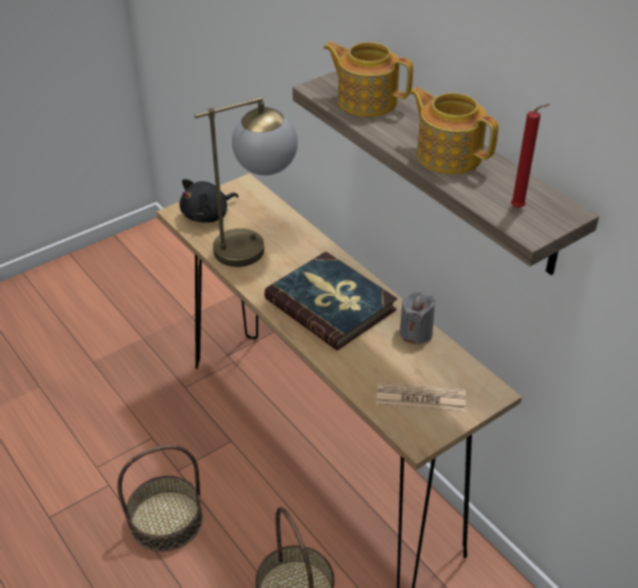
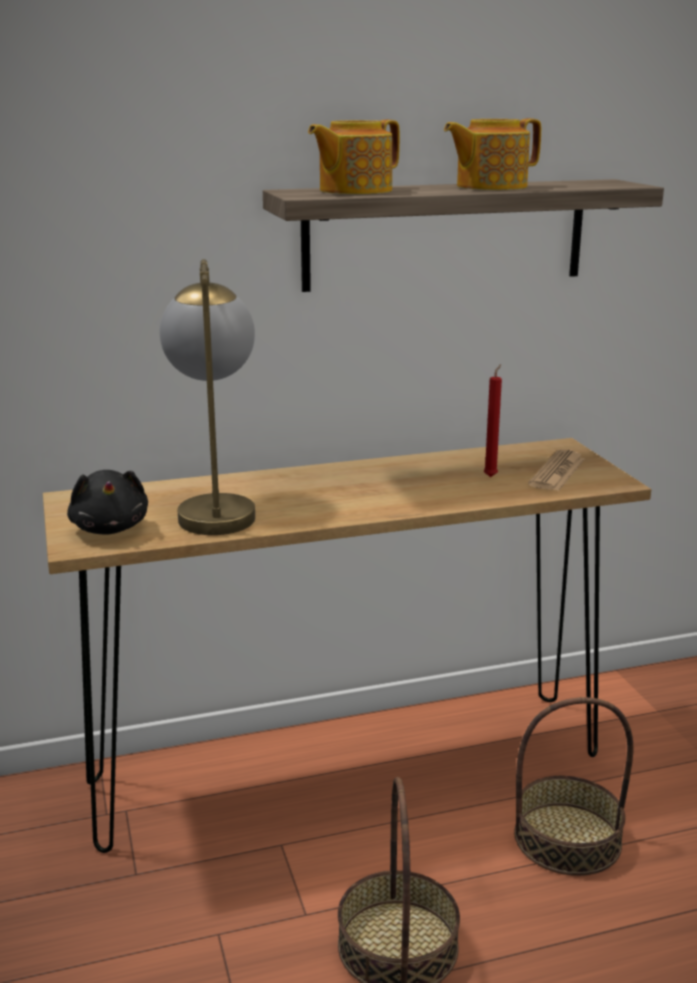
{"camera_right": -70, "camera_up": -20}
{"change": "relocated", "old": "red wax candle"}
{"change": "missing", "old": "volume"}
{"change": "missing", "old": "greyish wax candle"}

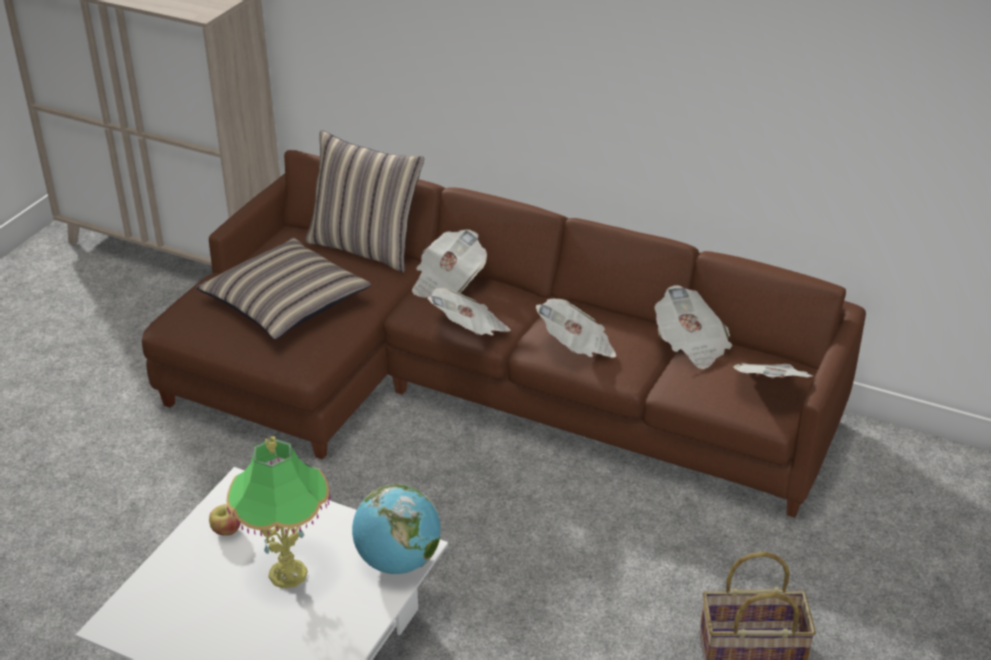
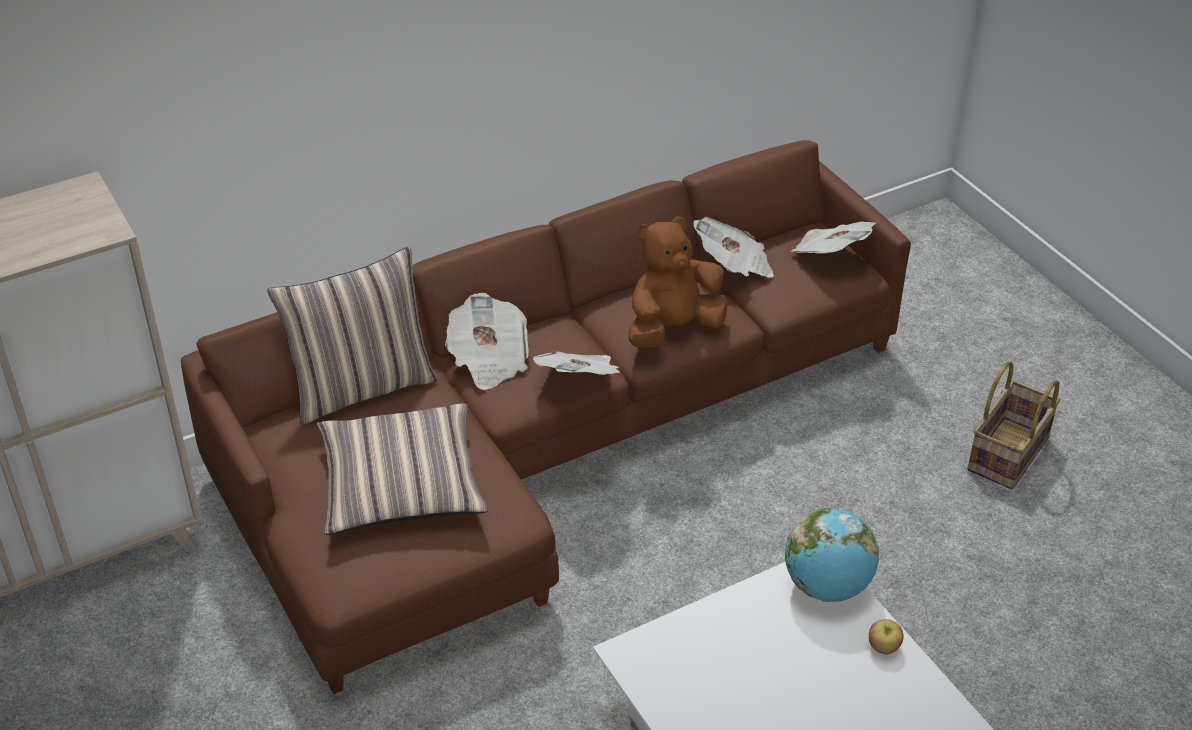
{"camera_right": -55, "camera_up": 5}
{"change": "exchanged", "old": "newspaper (no. 3 from left)", "new": "brown-coloured cuddly toy"}
{"change": "missing", "old": "tabletop lamp"}
{"change": "relocated", "old": "apple fruit"}

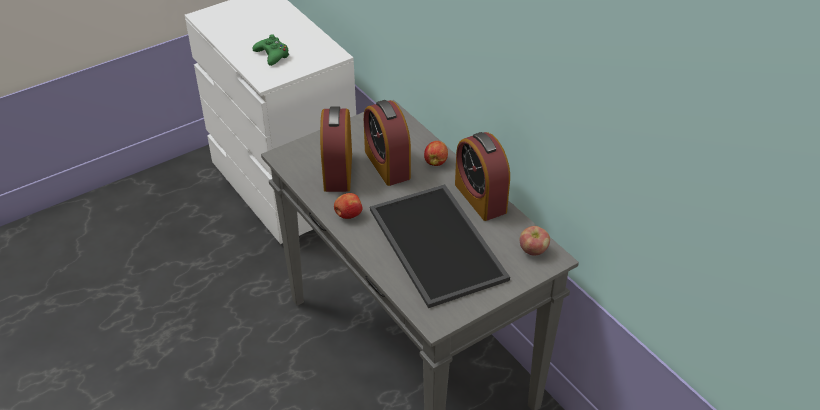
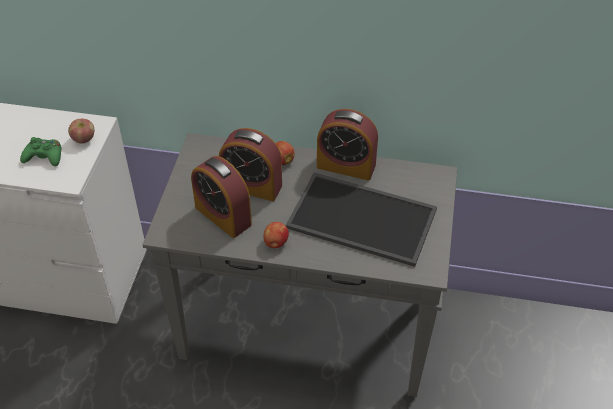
{"camera_right": -45, "camera_up": 5}
{"change": "relocated", "old": "apple fruit (no. 3 from left in the first image)", "new": "apple fruit (no. 1 from left)"}

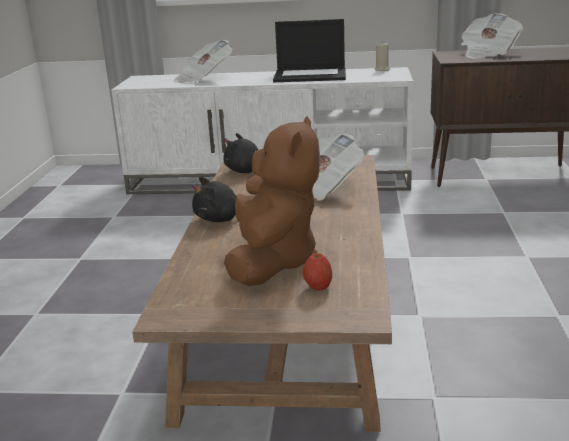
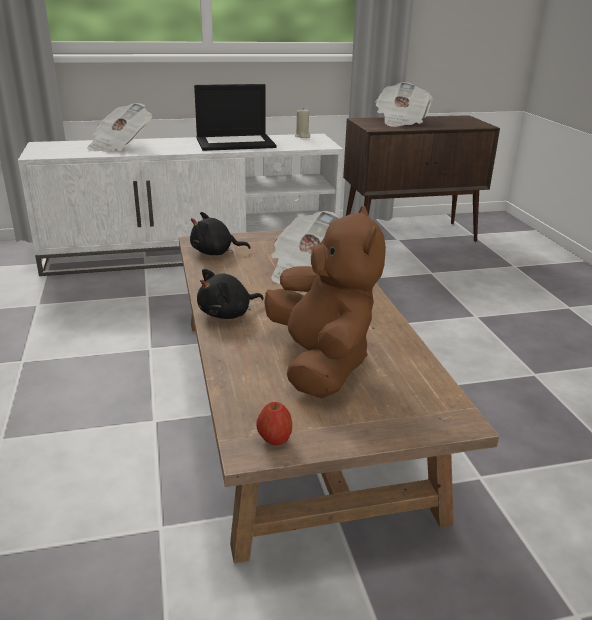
{"camera_right": -20, "camera_up": 5}
{"change": "relocated", "old": "apple fruit"}

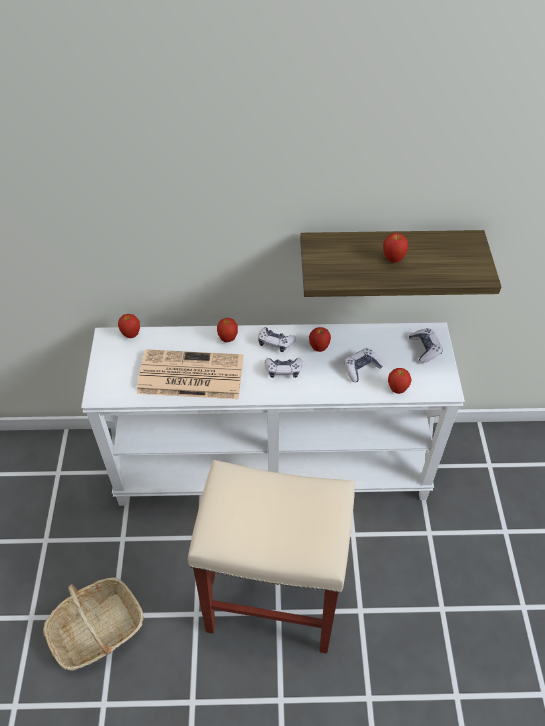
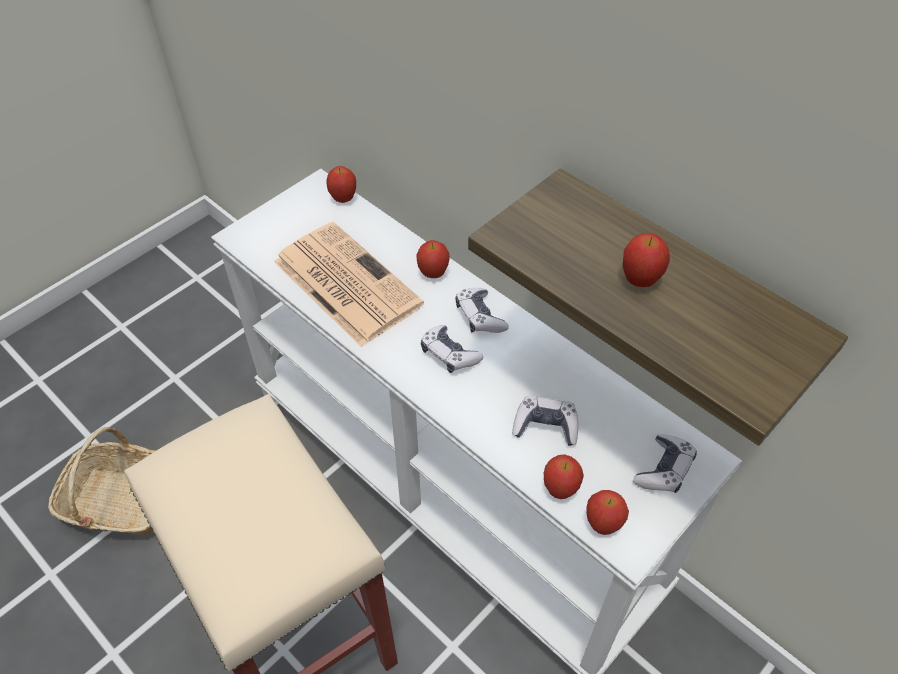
{"camera_right": 45, "camera_up": 0}
{"change": "relocated", "old": "apple fruit (no. 3 from left in the first image)", "new": "apple fruit (no. 4 from left)"}

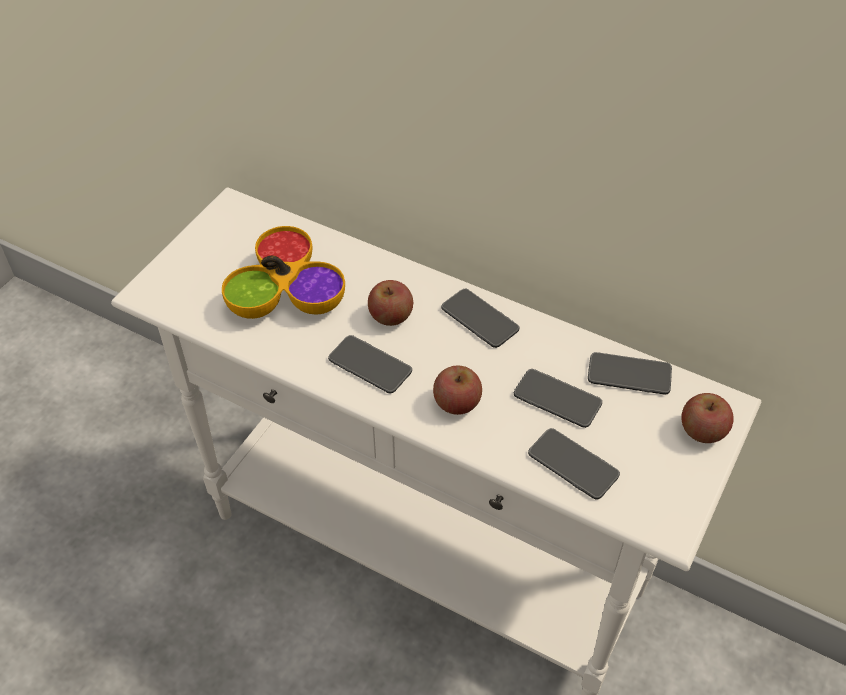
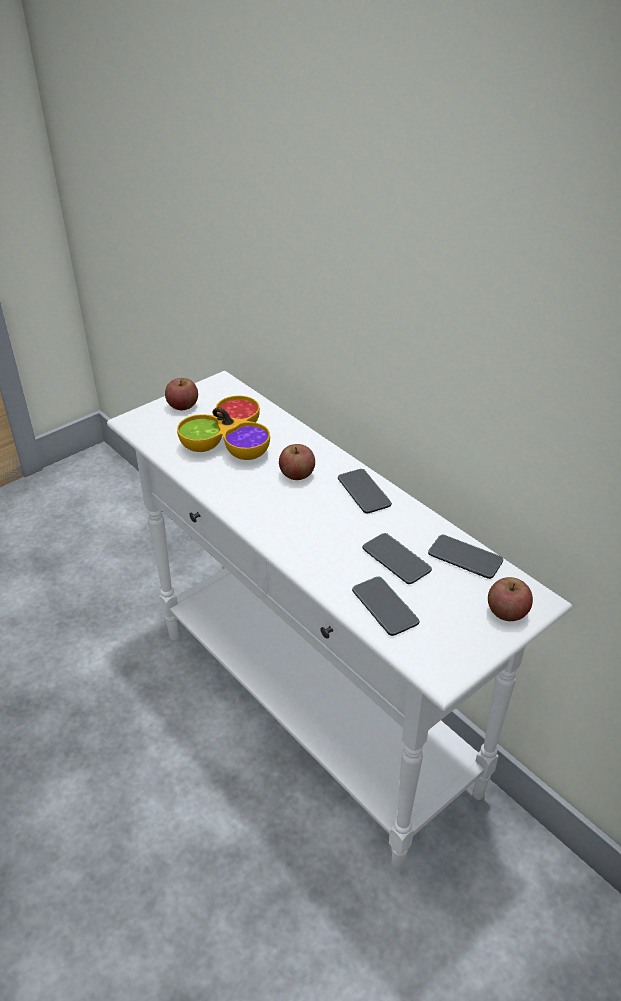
{"camera_right": 20, "camera_up": -10}
{"change": "missing", "old": "phone (no. 1 from left)"}
{"change": "relocated", "old": "apple fruit (no. 2 from left in the first image)", "new": "apple fruit (no. 1 from left)"}

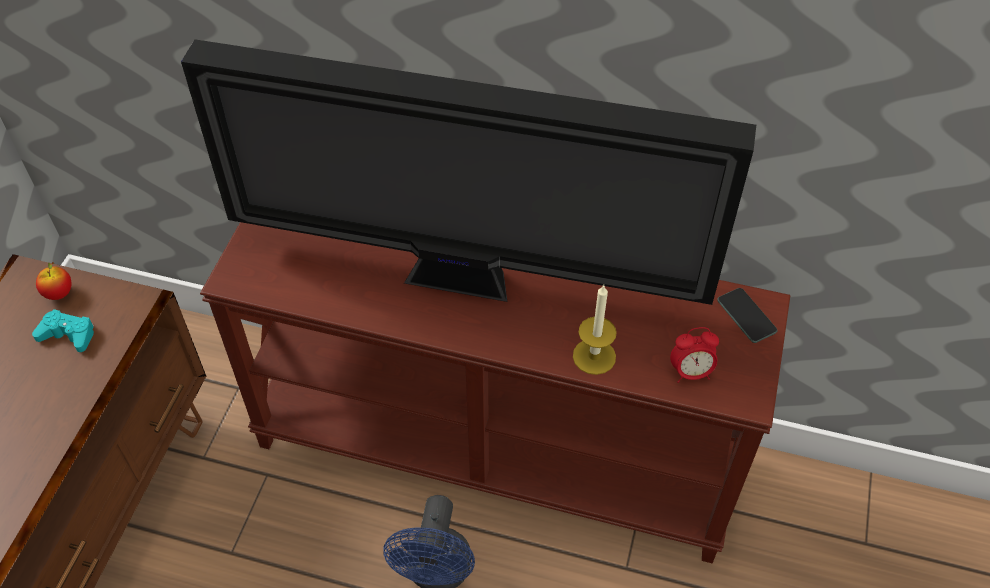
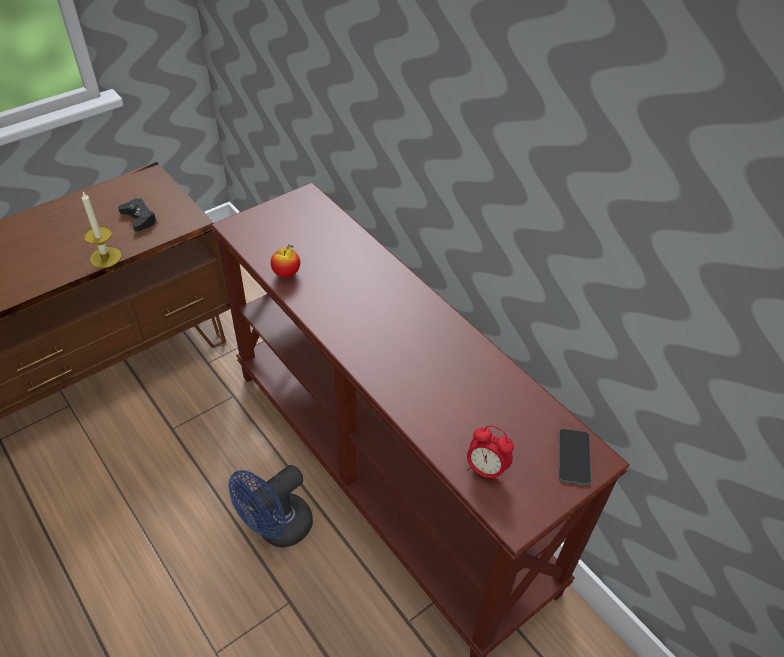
{"camera_right": 35, "camera_up": -5}
{"change": "missing", "old": "television"}
{"change": "relocated", "old": "apple fruit"}
{"change": "relocated", "old": "wax candle"}
{"change": "colour", "old": "blue-green joypad", "new": "black-coloured joypad"}

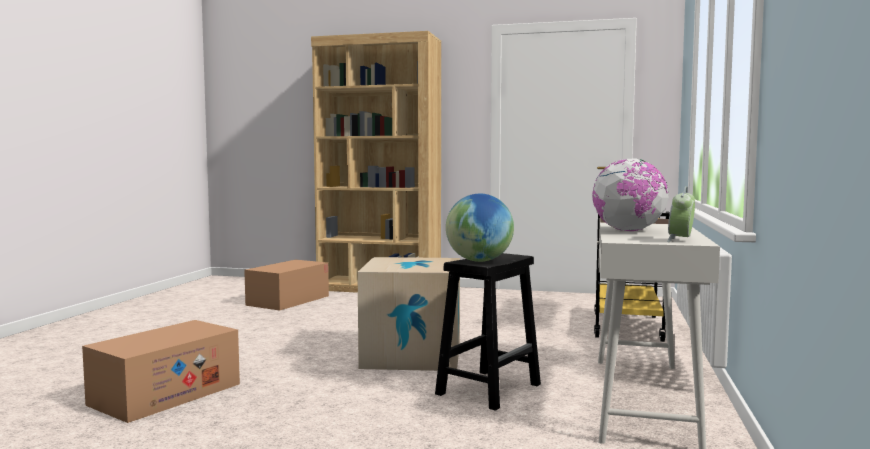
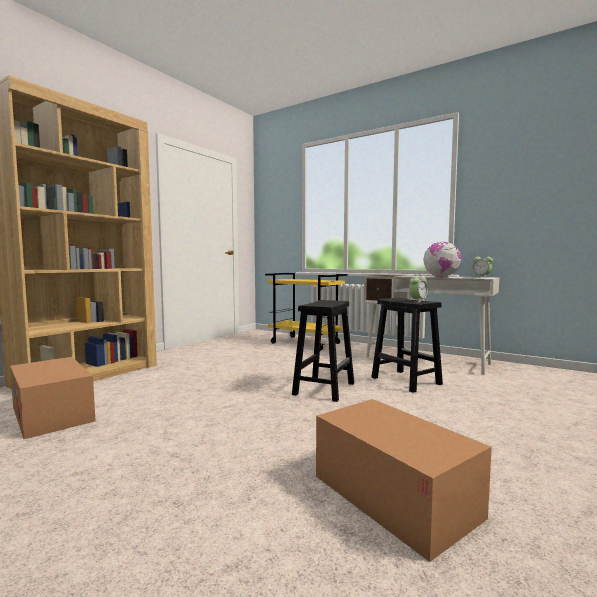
{"camera_right": -70, "camera_up": 0}
{"change": "exchanged", "old": "globe (no. 1 from left)", "new": "alarm clock (no. 1 from left)"}
{"change": "exchanged", "old": "carton (no. 3 from left)", "new": "black-coloured sitting stool (no. 1 from left)"}

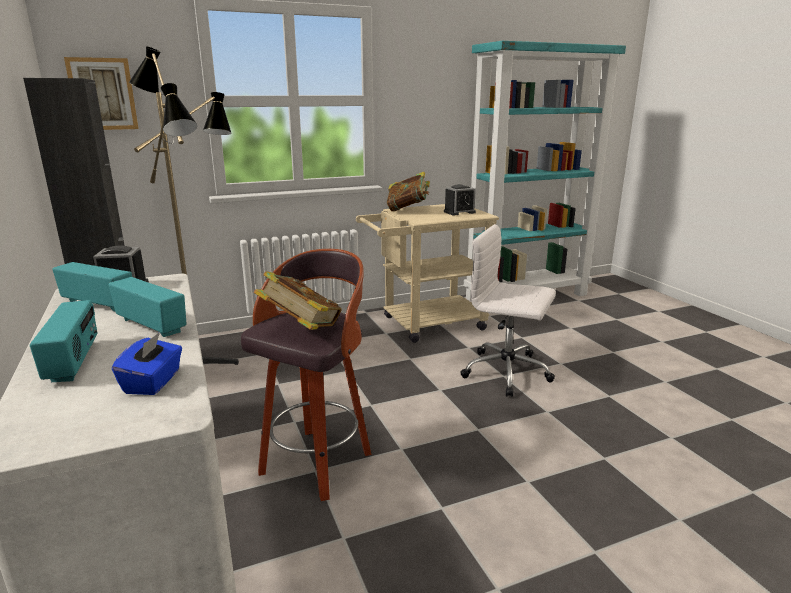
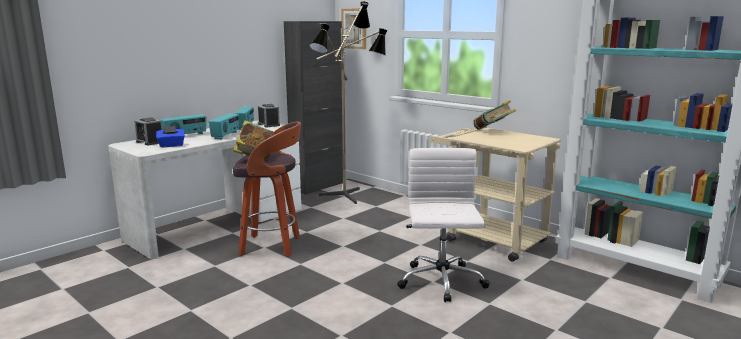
{"camera_right": 65, "camera_up": -5}
{"change": "relocated", "old": "alarm clock (no. 2 from left in the first image)", "new": "alarm clock (no. 1 from left)"}

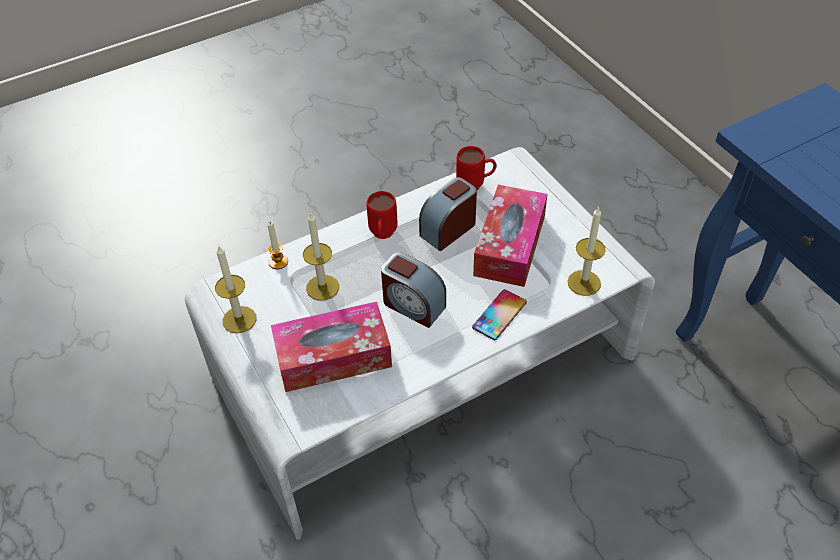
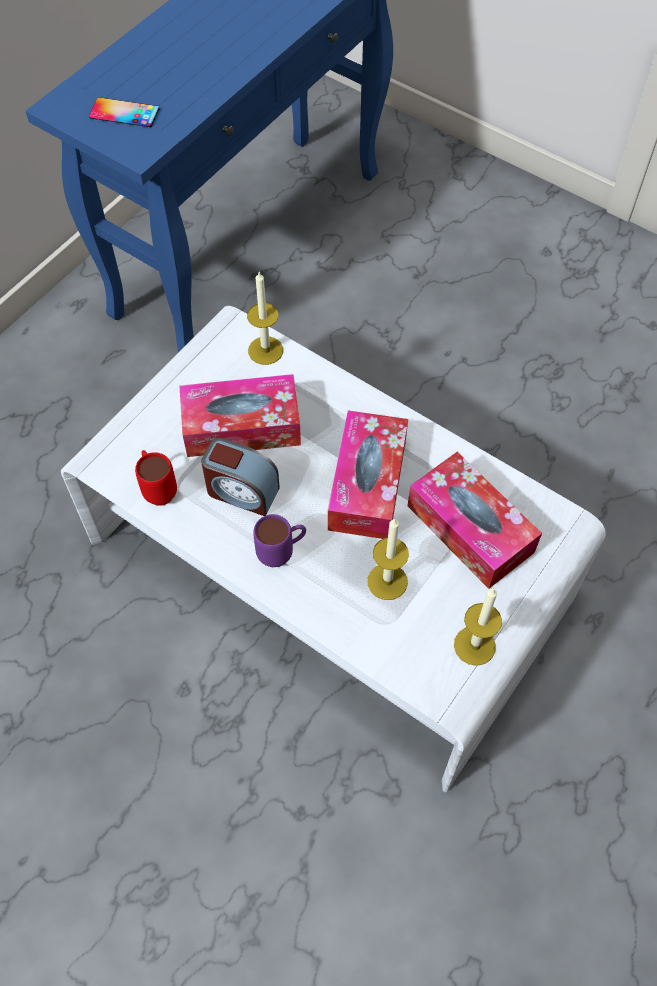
{"camera_right": -115, "camera_up": 10}
{"change": "colour", "old": "red mug (no. 1 from left)", "new": "purple-coloured mug"}
{"change": "missing", "old": "wax candle (no. 2 from left)"}
{"change": "exchanged", "old": "alarm clock (no. 1 from left)", "new": "box of tissues (no. 2 from left)"}
{"change": "relocated", "old": "phone"}

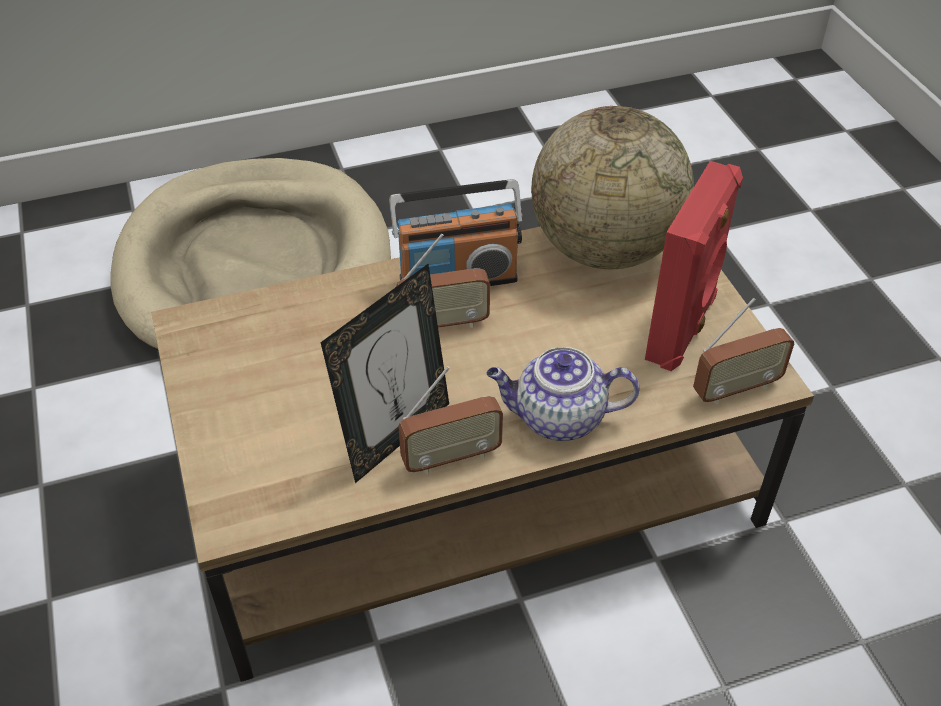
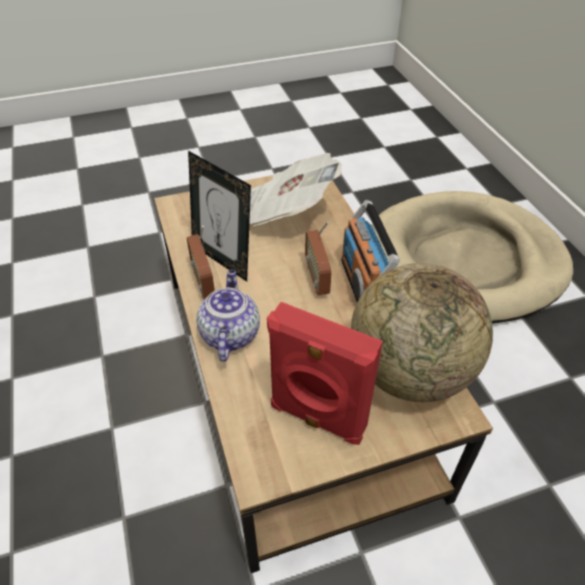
{"camera_right": 90, "camera_up": 0}
{"change": "missing", "old": "radio set (no. 4 from left)"}
{"change": "appeared", "new": "newspaper"}

